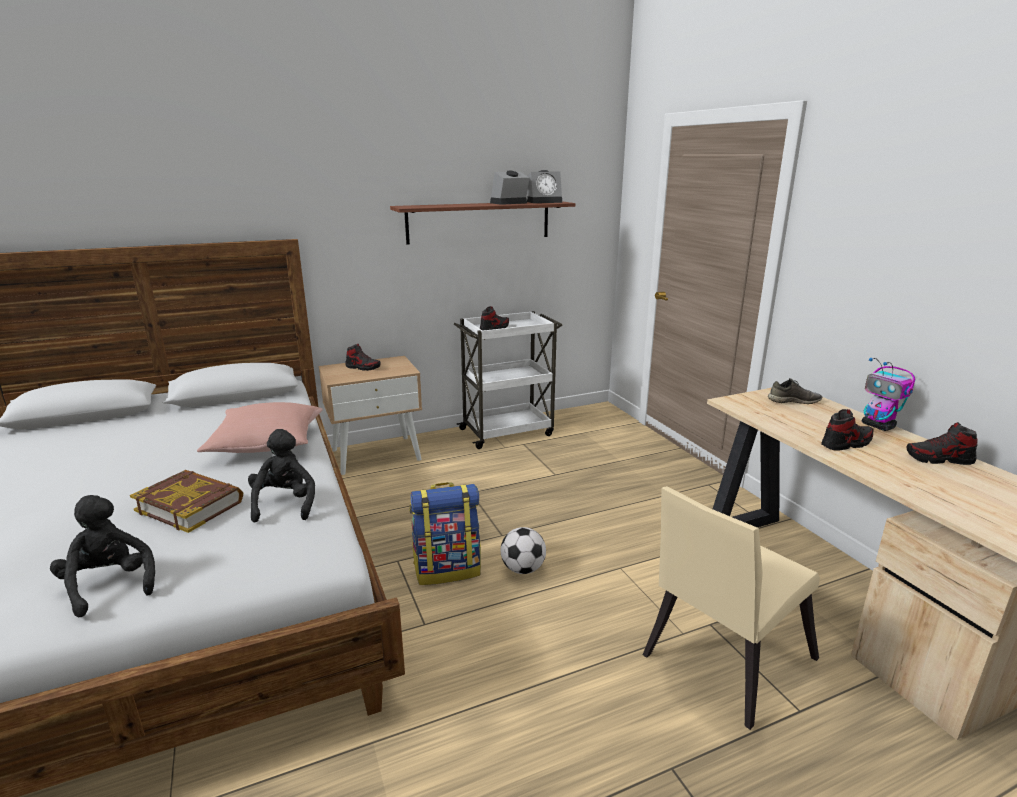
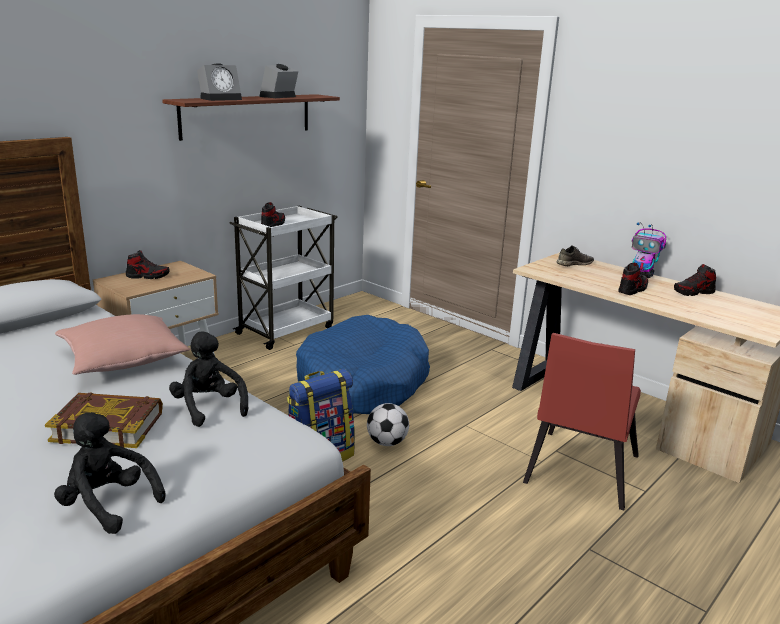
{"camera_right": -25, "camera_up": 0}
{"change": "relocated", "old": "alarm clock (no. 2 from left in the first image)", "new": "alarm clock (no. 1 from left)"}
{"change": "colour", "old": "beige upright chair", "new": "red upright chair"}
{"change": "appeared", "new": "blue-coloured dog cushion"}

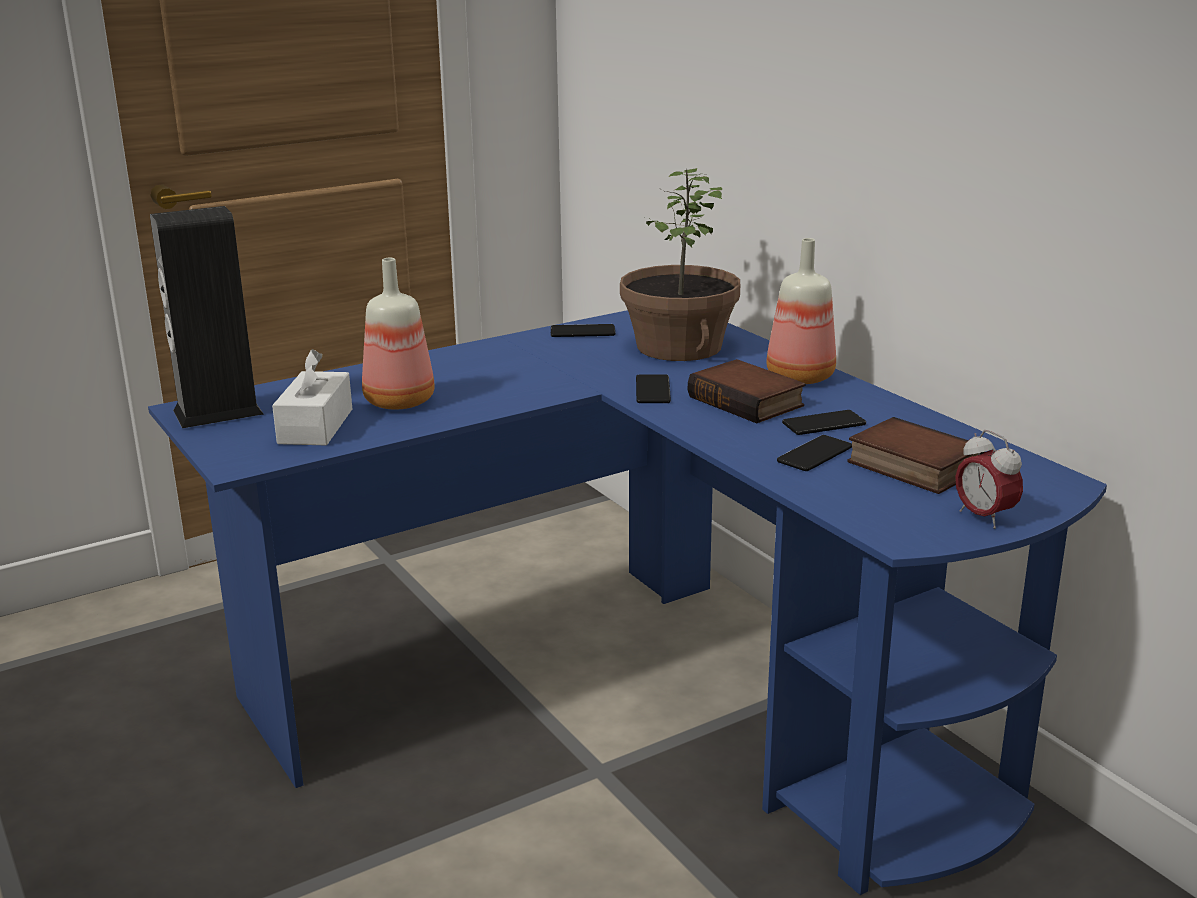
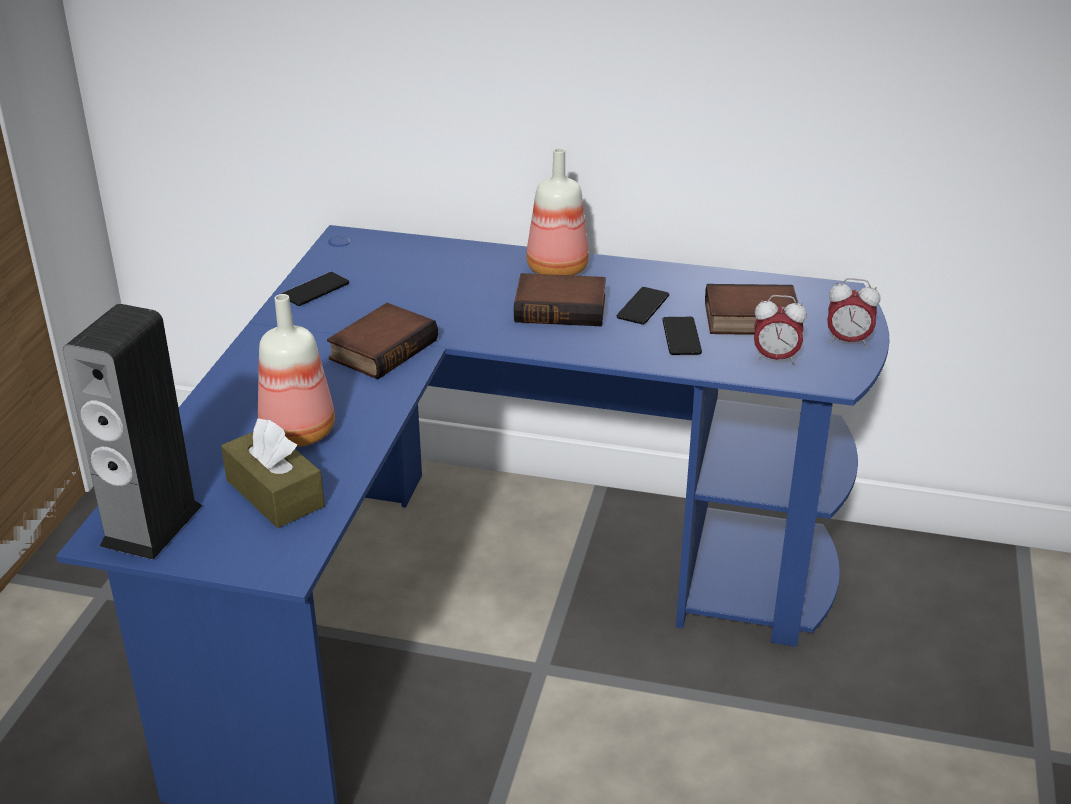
{"camera_right": -45, "camera_up": 10}
{"change": "missing", "old": "potted plant"}
{"change": "colour", "old": "whitish box of tissues", "new": "brown-coloured box of tissues"}
{"change": "missing", "old": "phone (no. 2 from left)"}
{"change": "appeared", "new": "alarm clock (no. 1 from left)"}
{"change": "appeared", "new": "volume (no. 1 from left)"}

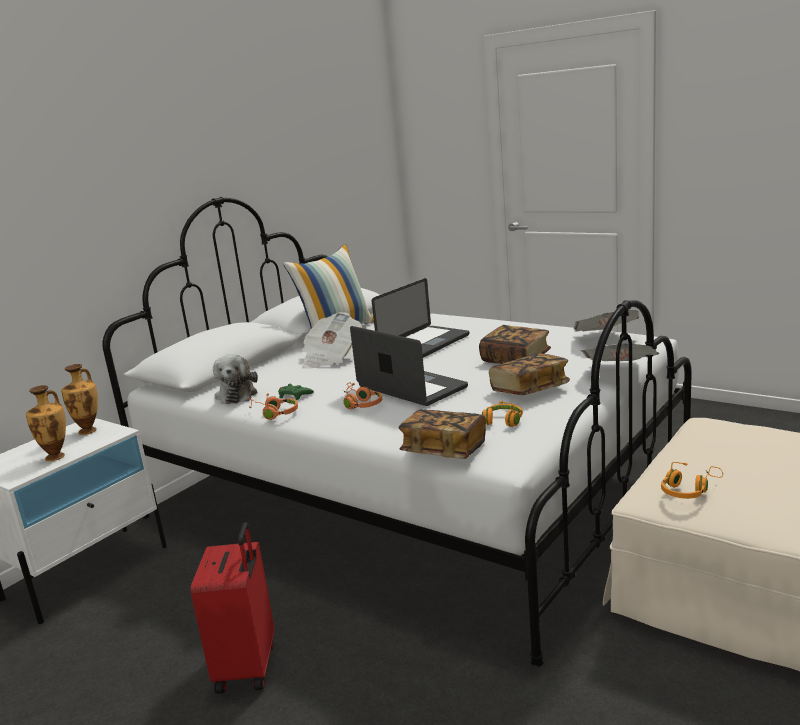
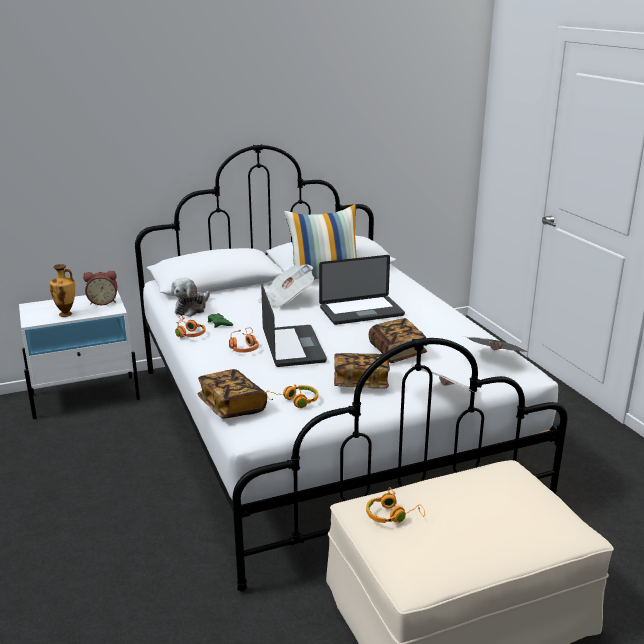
{"camera_right": 30, "camera_up": 5}
{"change": "exchanged", "old": "flower vase (no. 2 from left)", "new": "alarm clock"}
{"change": "missing", "old": "red piece of luggage"}

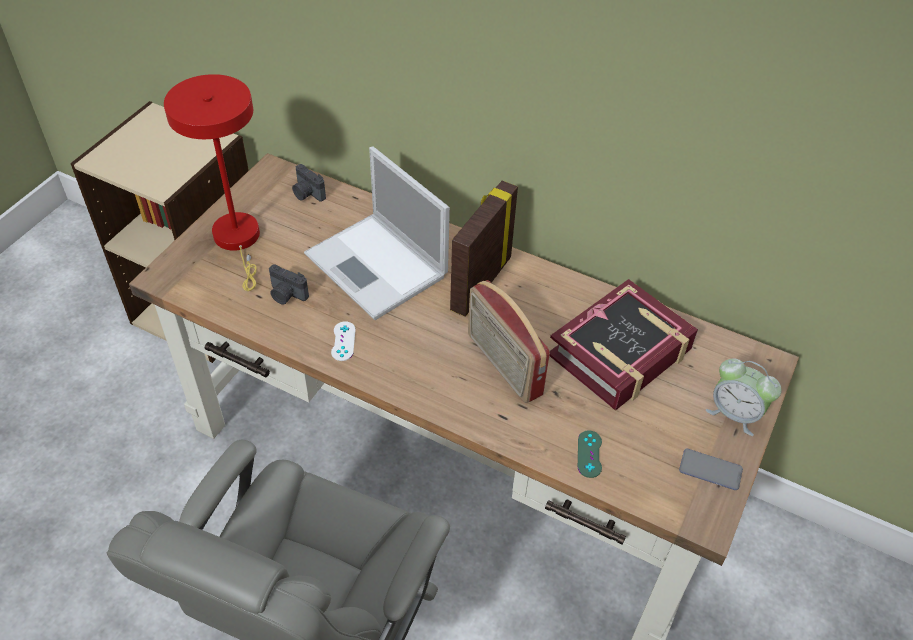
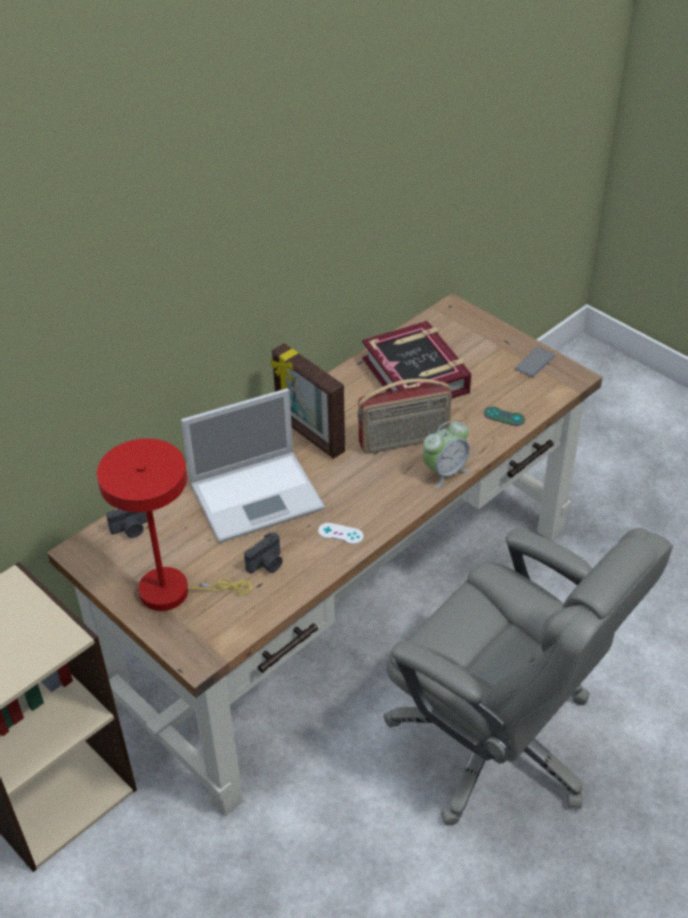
{"camera_right": -70, "camera_up": -5}
{"change": "relocated", "old": "alarm clock"}

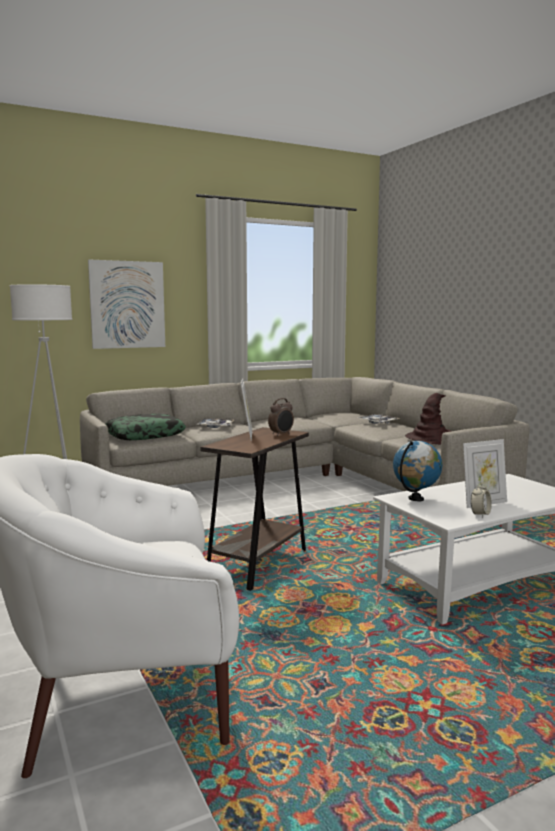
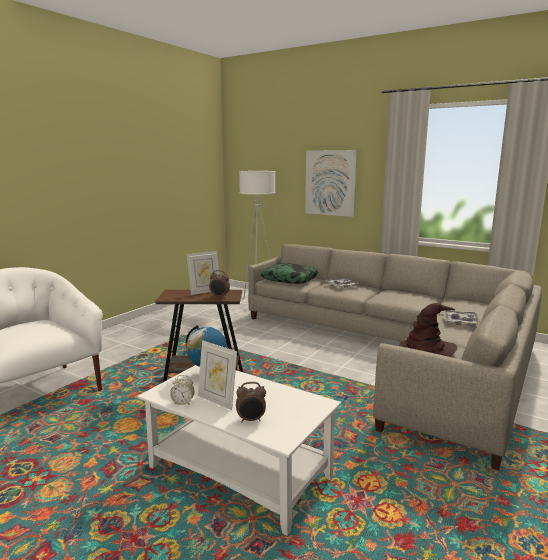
{"camera_right": 60, "camera_up": 5}
{"change": "appeared", "new": "alarm clock (no. 3 from left)"}

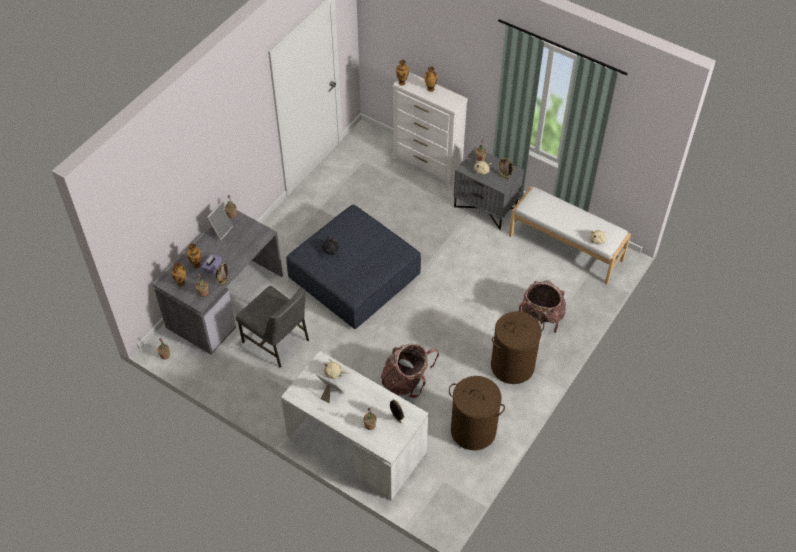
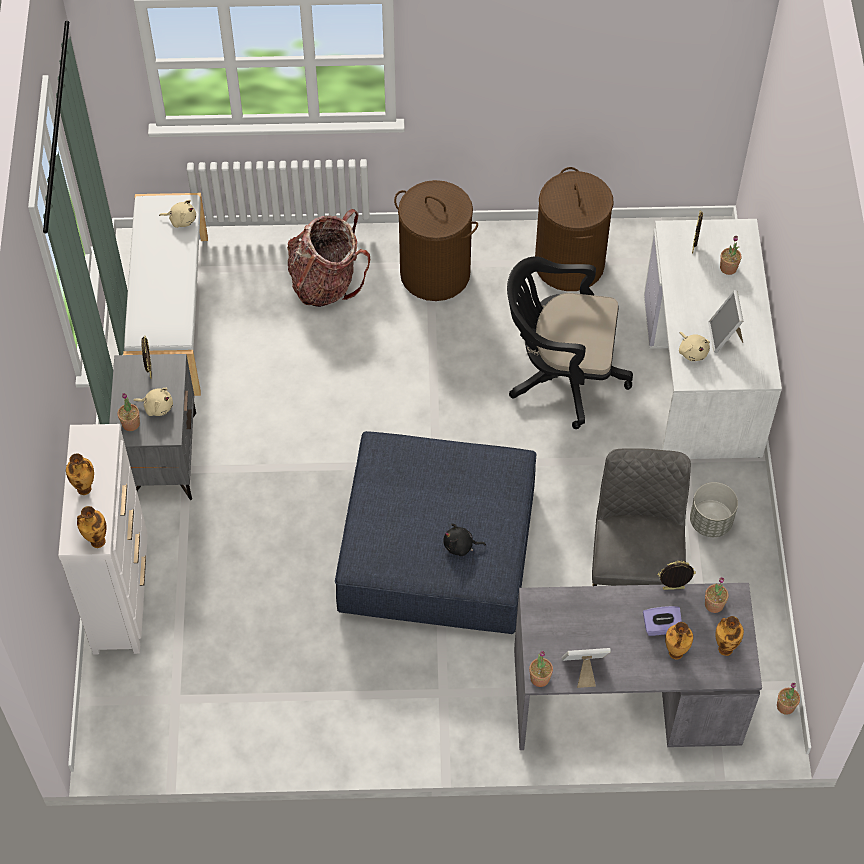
{"camera_right": -125, "camera_up": 5}
{"change": "exchanged", "old": "rucksack (no. 1 from left)", "new": "black-coloured office chair"}
{"change": "appeared", "new": "greyish planter"}

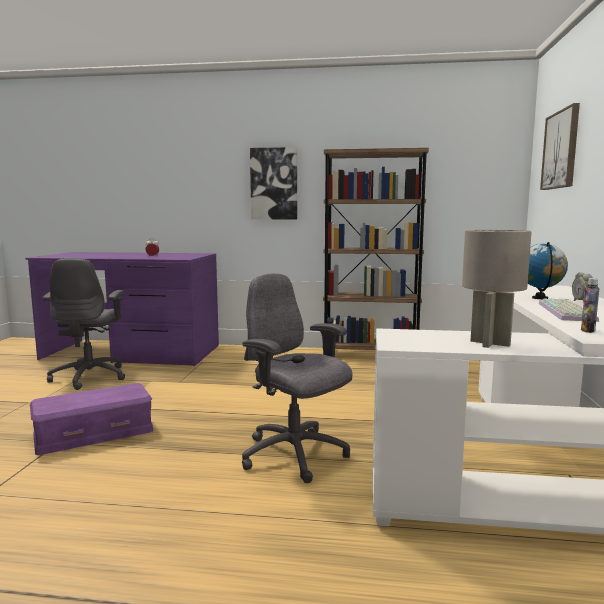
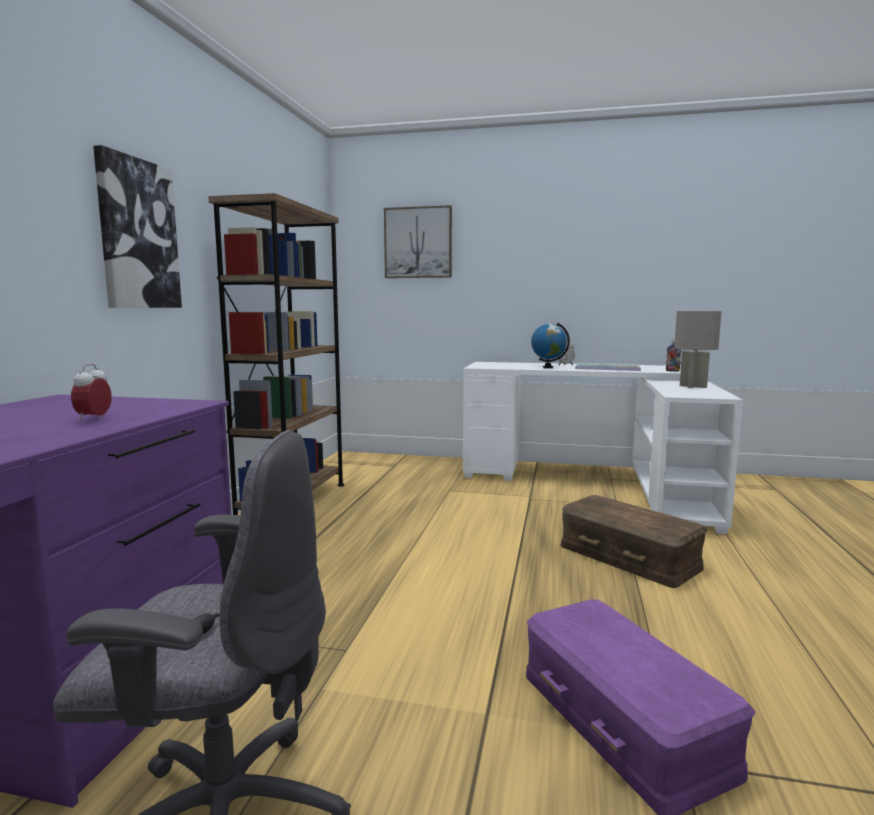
{"camera_right": -85, "camera_up": 0}
{"change": "exchanged", "old": "greyish office chair (no. 2 from left)", "new": "brown-coloured storage bin"}

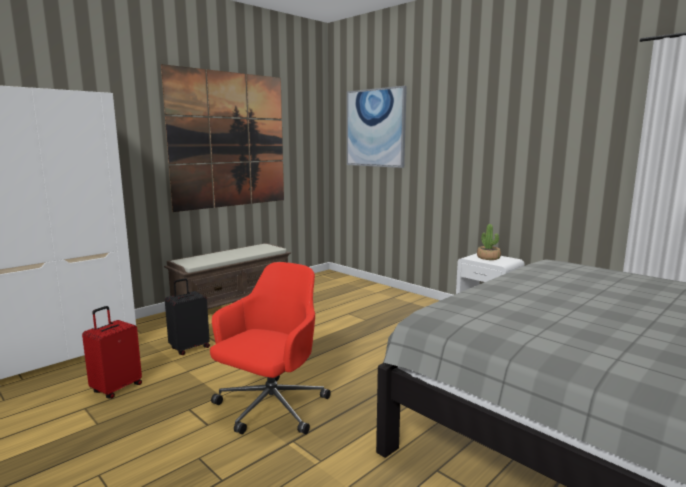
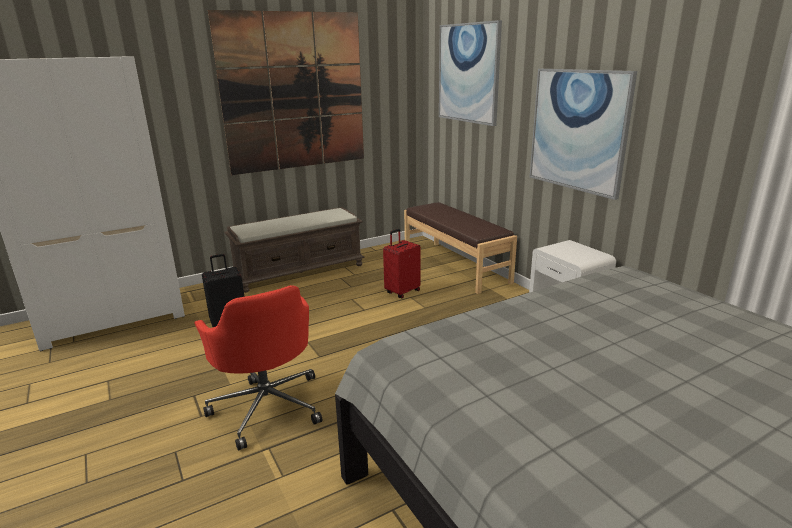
{"camera_right": 15, "camera_up": 10}
{"change": "missing", "old": "potted plant"}
{"change": "spun", "old": "red office chair", "degrees": 105}
{"change": "relocated", "old": "red piece of luggage"}
{"change": "appeared", "new": "wall picture (no. 3 from left)"}
{"change": "appeared", "new": "brown-coloured bench (no. 2 from left)"}

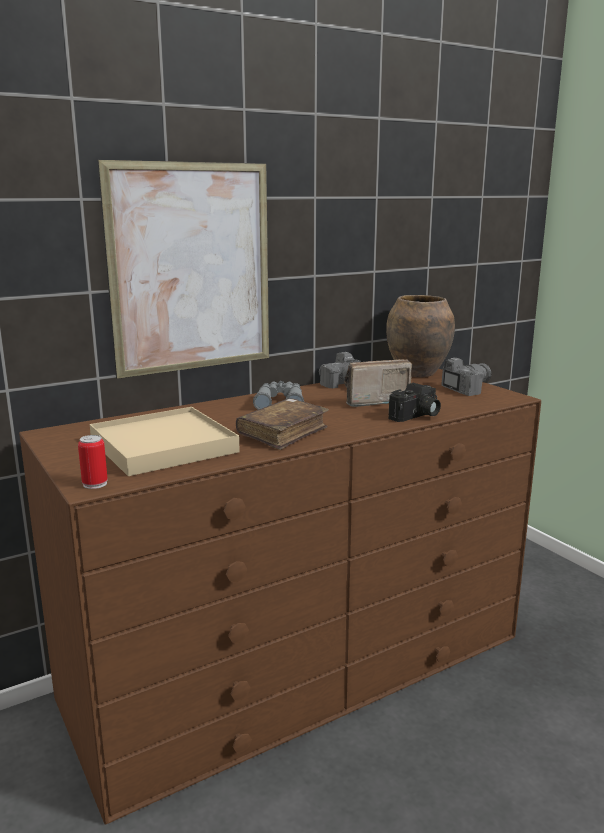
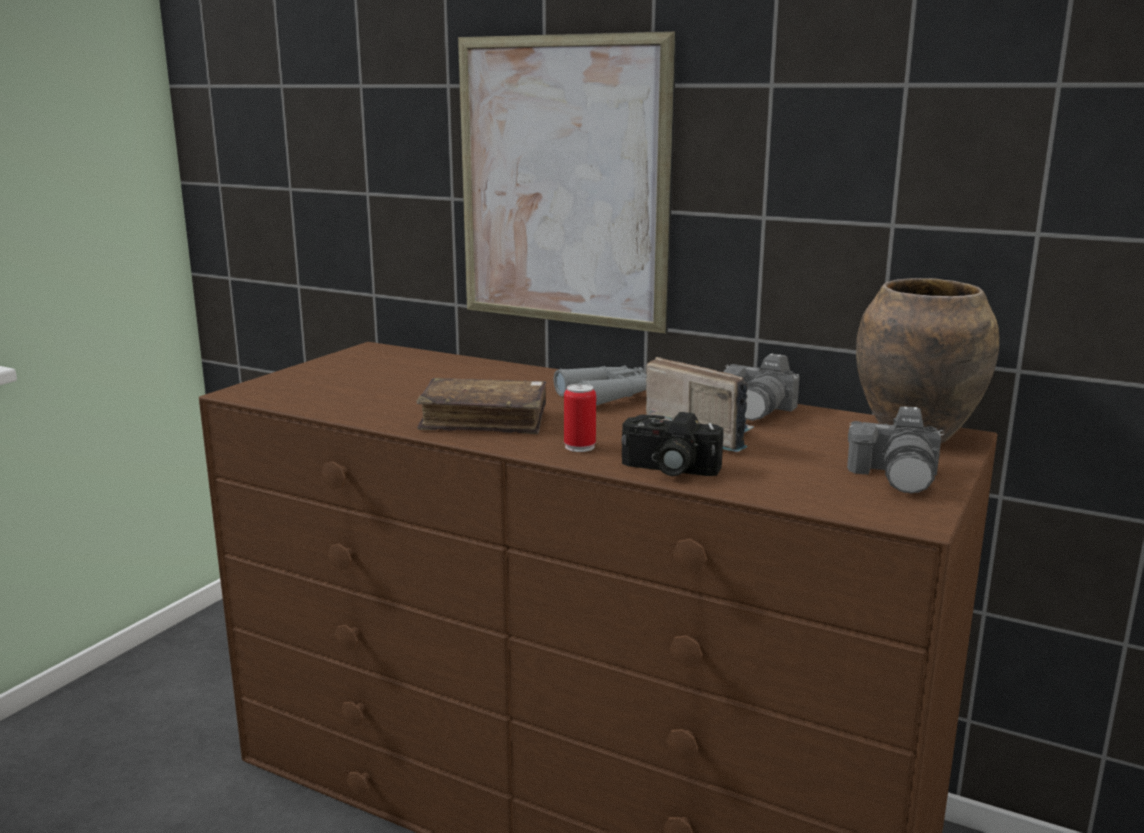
{"camera_right": 60, "camera_up": 0}
{"change": "spun", "old": "photo camera (no. 3 from left)", "degrees": 75}
{"change": "missing", "old": "beige serving tray"}
{"change": "relocated", "old": "sealed can"}

